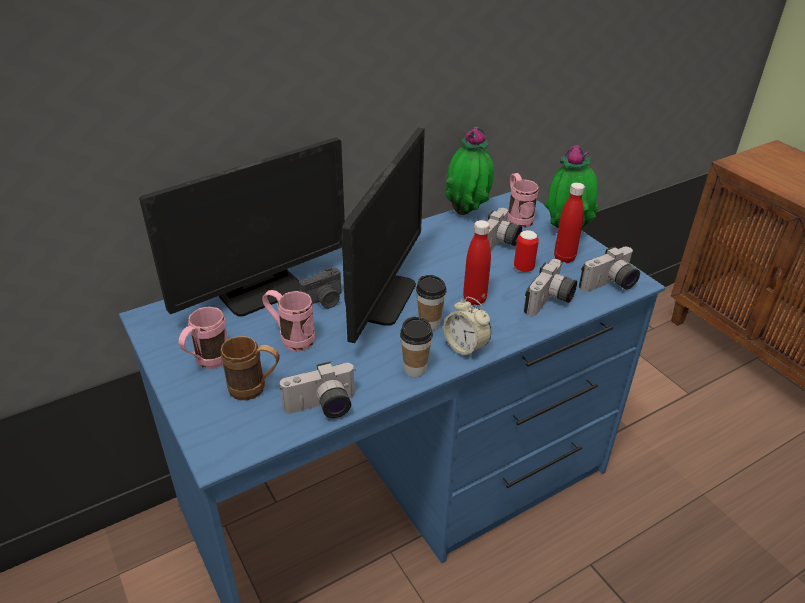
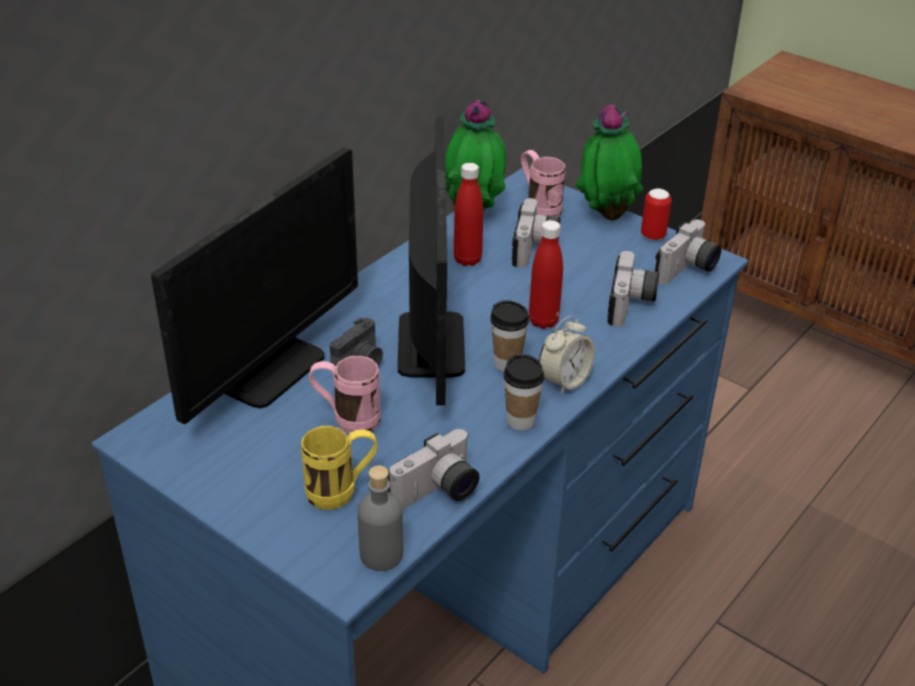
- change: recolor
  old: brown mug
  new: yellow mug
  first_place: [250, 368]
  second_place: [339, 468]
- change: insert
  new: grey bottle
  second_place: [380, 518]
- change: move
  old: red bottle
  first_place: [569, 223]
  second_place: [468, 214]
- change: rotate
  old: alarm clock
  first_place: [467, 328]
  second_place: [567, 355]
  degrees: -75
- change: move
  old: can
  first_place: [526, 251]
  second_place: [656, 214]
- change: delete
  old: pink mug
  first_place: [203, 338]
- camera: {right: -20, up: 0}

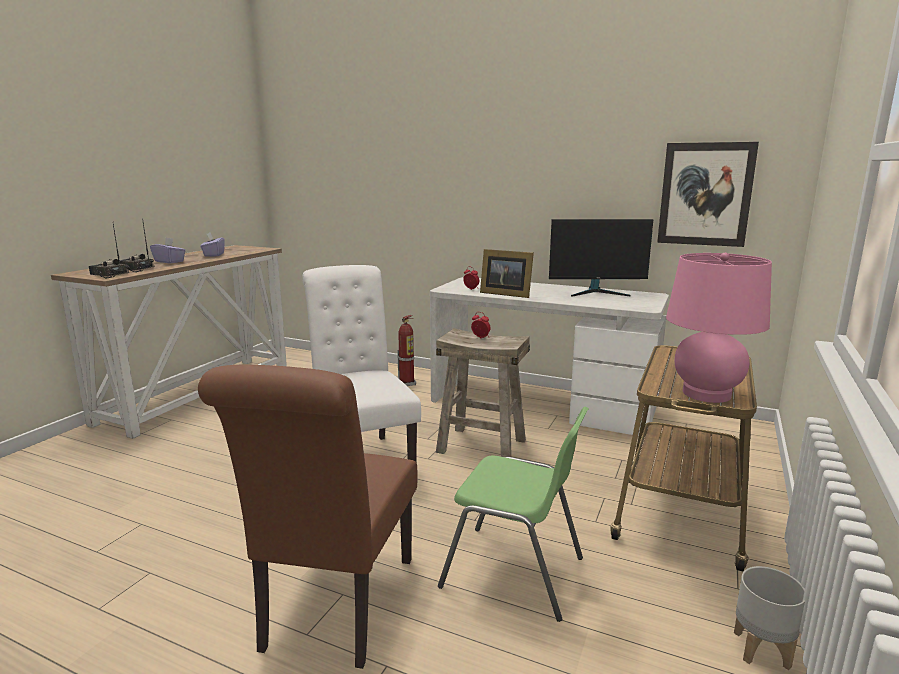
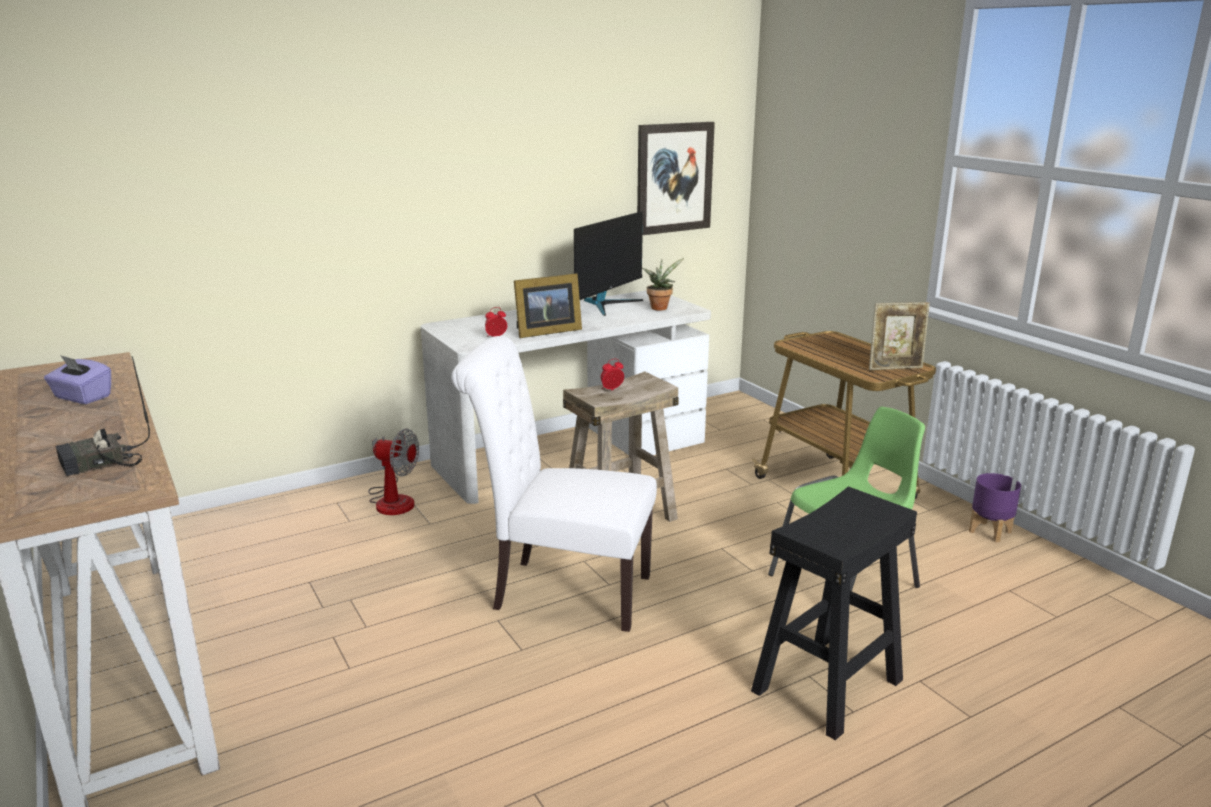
- change: replace
  old: fire extinguisher
  new: fan
  first_place: [406, 350]
  second_place: [393, 472]
- change: insert
  new: potted plant
  second_place: [663, 284]
- change: replace
  old: brown chair
  new: black stool
  first_place: [307, 517]
  second_place: [834, 613]
- change: replace
  old: pink table lamp
  new: picture frame
  first_place: [719, 328]
  second_place: [899, 336]
- change: recolor
  old: grey planter
  new: purple planter
  first_place: [769, 618]
  second_place: [995, 507]
- change: delete
  old: radio
  first_place: [109, 251]
- change: delete
  old: purple tissue box
  first_place: [168, 250]
- camera: {right: -55, up: 5}

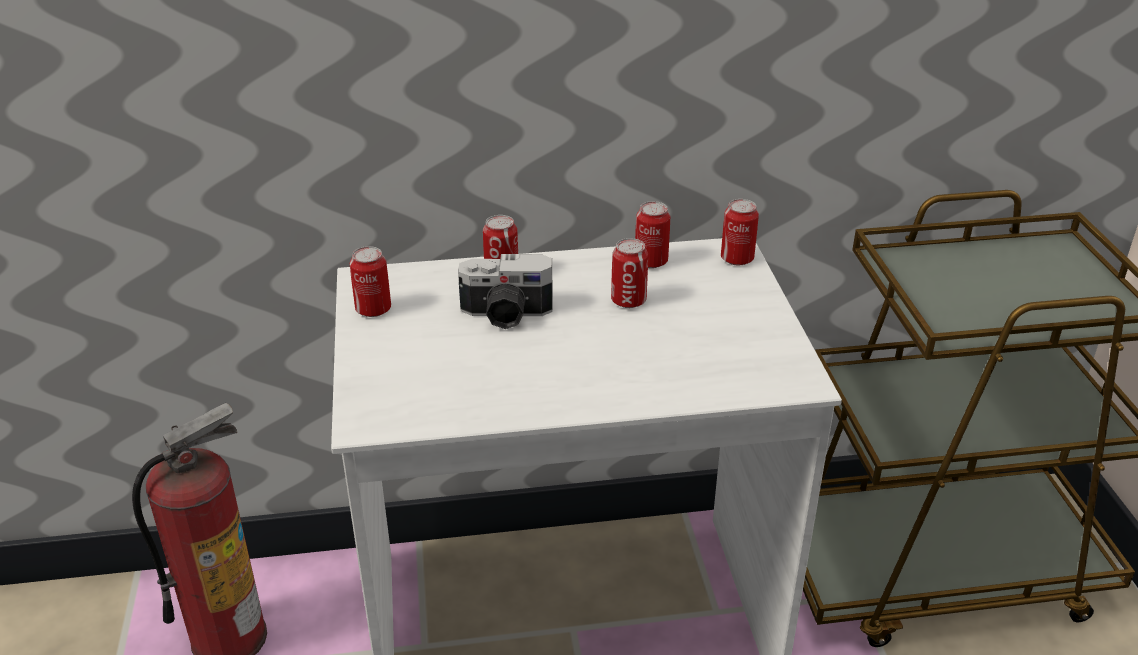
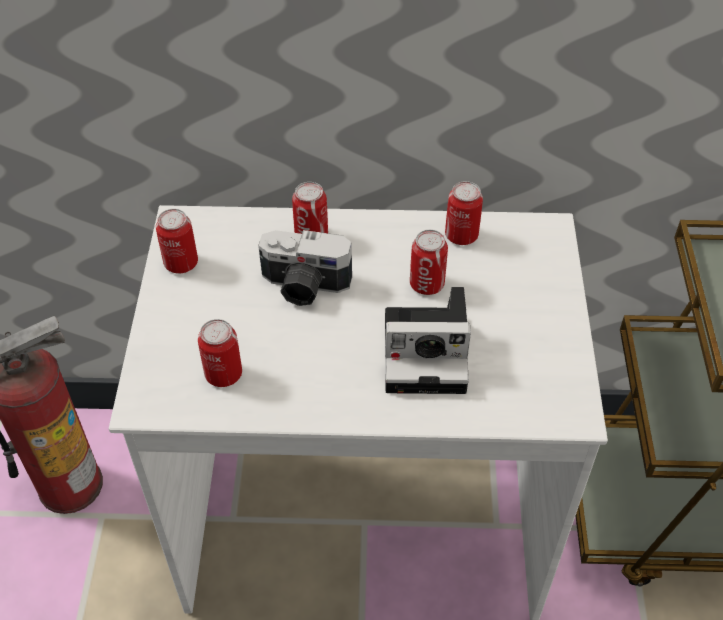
- change: move
  old: can
  first_place: [740, 232]
  second_place: [220, 353]
- change: insert
  new: photo camera
  second_place: [428, 340]
- camera: {right: 10, up: 15}

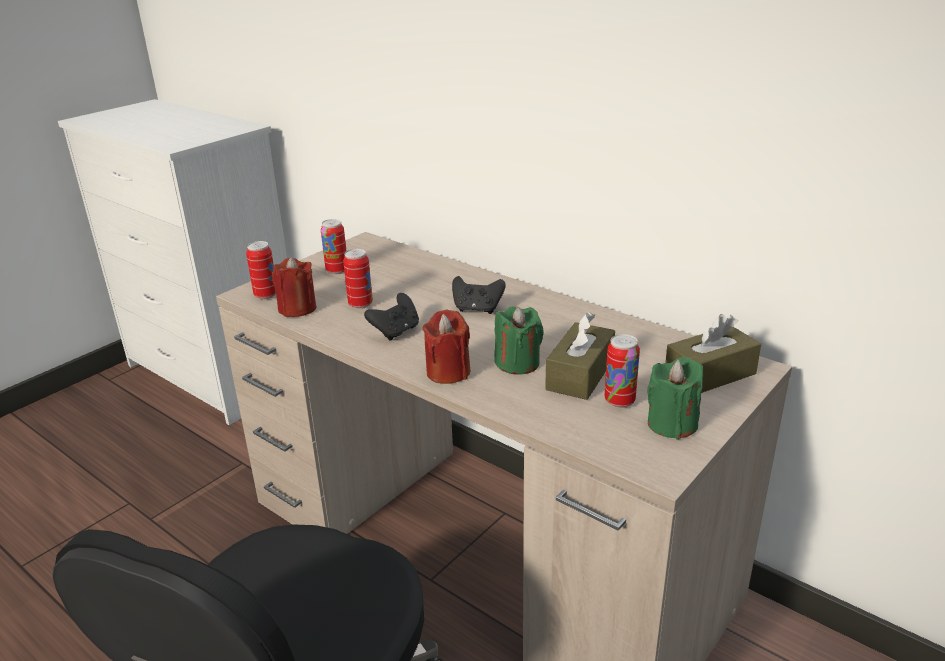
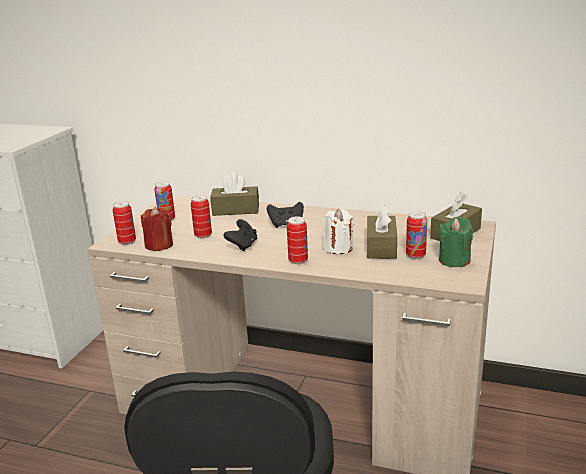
- change: insert
  new: brown tissue box
  second_place: [234, 194]
- change: replace
  old: red candle
  new: can
  first_place: [446, 347]
  second_place: [297, 240]
- change: recolor
  old: green candle
  new: white candle
  first_place: [519, 340]
  second_place: [338, 231]
- camera: {right: -20, up: -5}

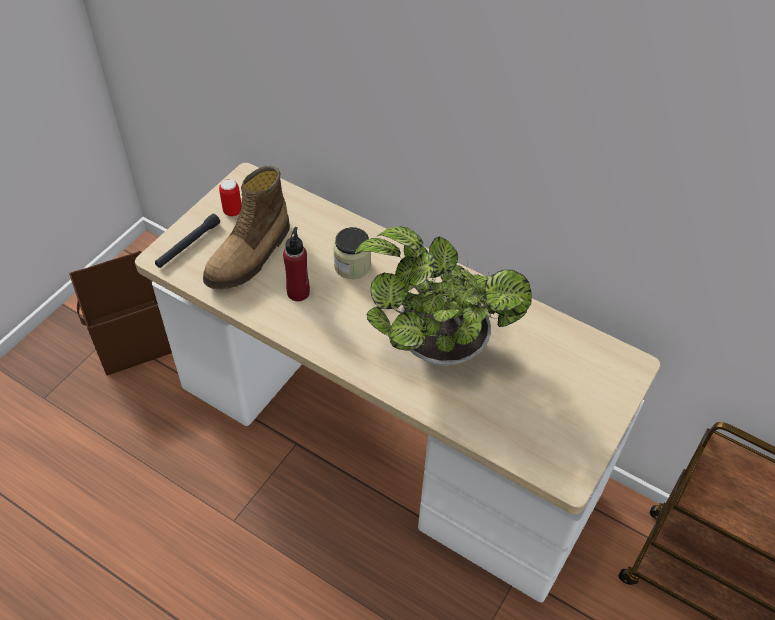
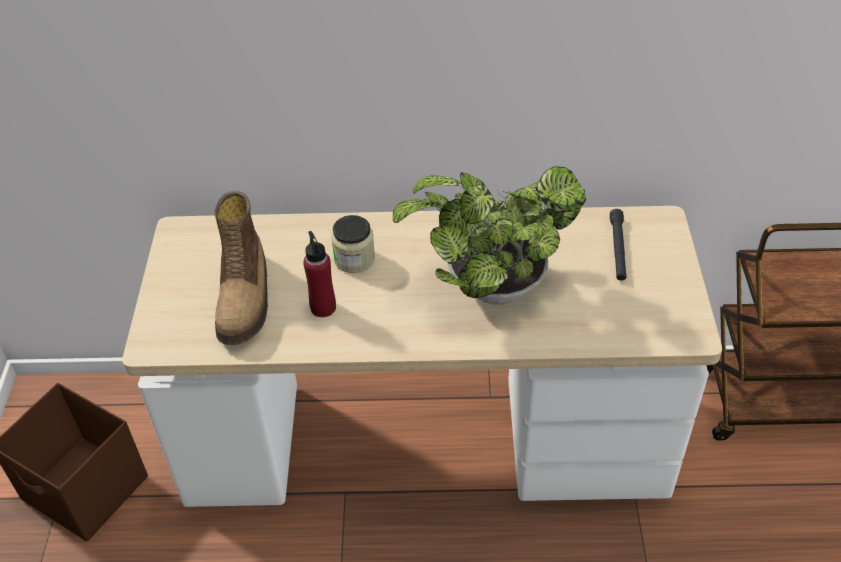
- change: move
  old: black flashlight
  first_place: [187, 241]
  second_place: [618, 244]
- change: delete
  old: can
  first_place: [230, 198]
- camera: {right: -30, up: -5}

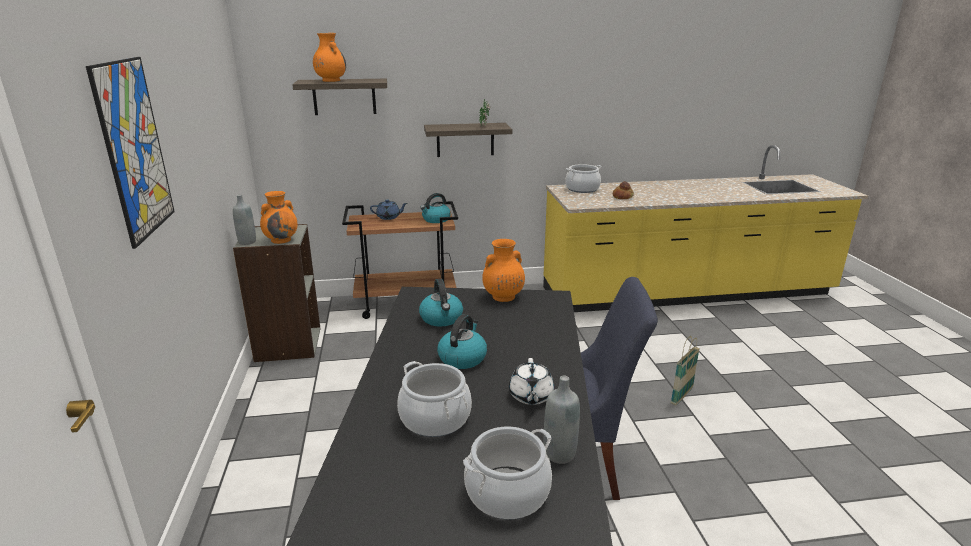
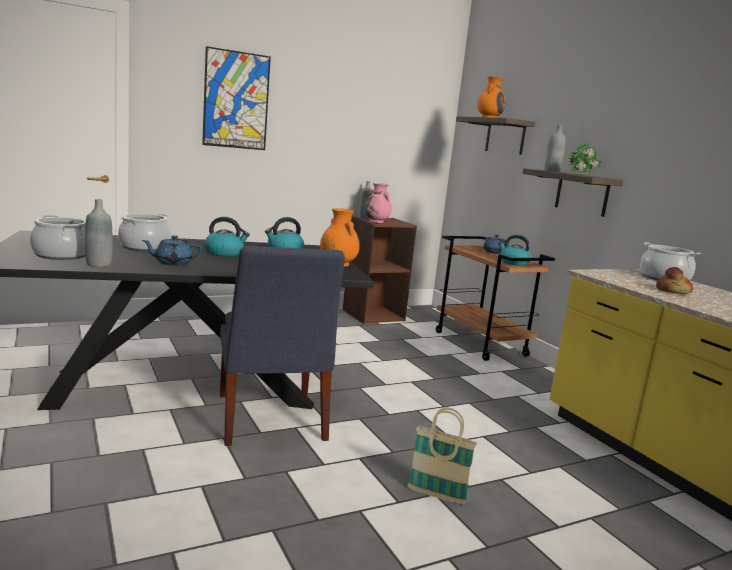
- change: recolor
  old: white teapot
  new: blue teapot
  first_place: [532, 381]
  second_place: [172, 250]
- change: recolor
  old: grey bookcase
  new: brown bookcase
  first_place: [277, 293]
  second_place: [380, 270]
- change: recolor
  old: orange vase
  new: pink vase
  first_place: [279, 217]
  second_place: [378, 203]
- change: insert
  new: grey bottle
  second_place: [555, 148]
- camera: {right: 70, up: -10}

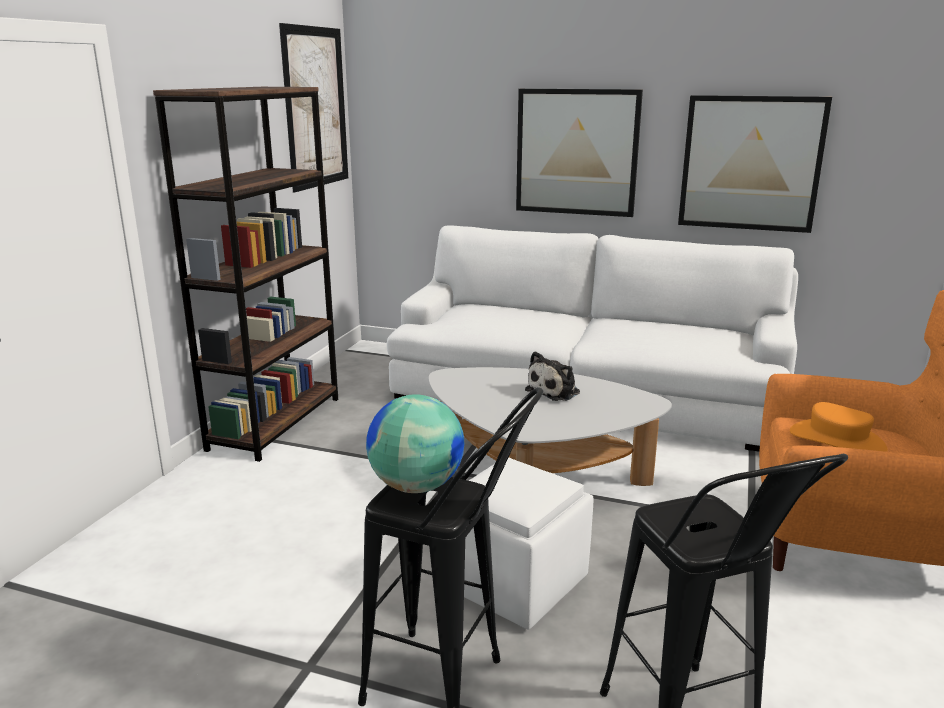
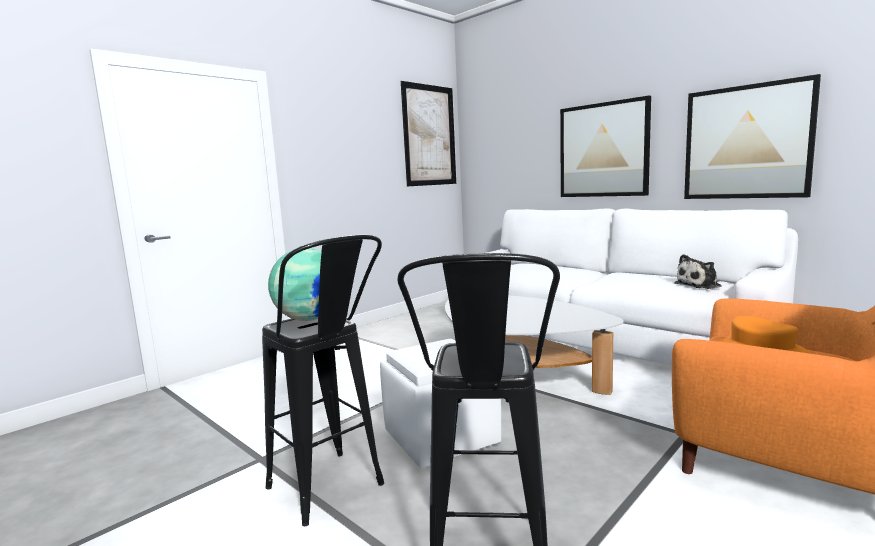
- change: move
  old: plush toy
  first_place: [552, 376]
  second_place: [698, 271]
- change: delete
  old: brown bookcase
  first_place: [245, 274]
- camera: {right: 25, up: -10}

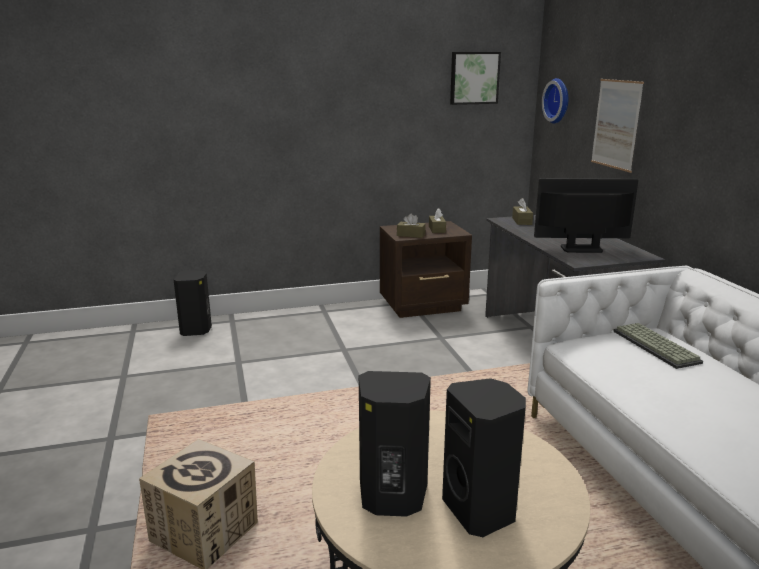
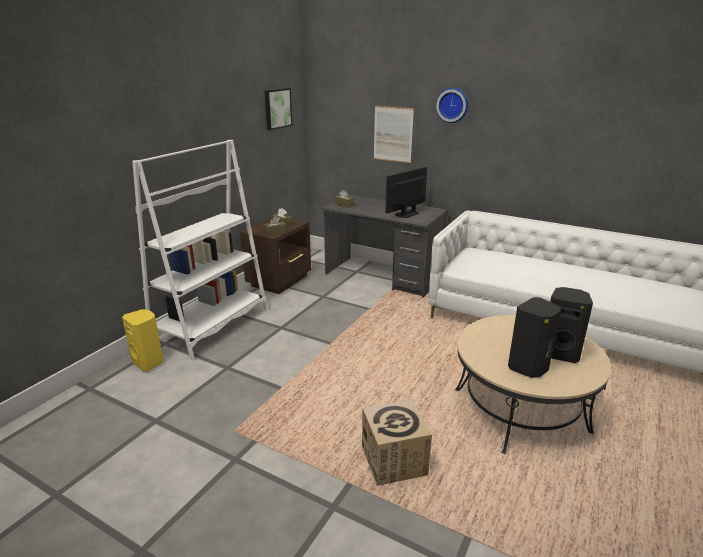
- change: recolor
  old: black speaker
  new: yellow speaker
  first_place: [193, 303]
  second_place: [142, 340]
- change: insert
  new: white bookcase
  second_place: [200, 250]
- change: move
  old: wall clock
  first_place: [555, 101]
  second_place: [452, 105]
- change: delete
  old: keyboard
  first_place: [658, 346]
- camera: {right: -45, up: 5}

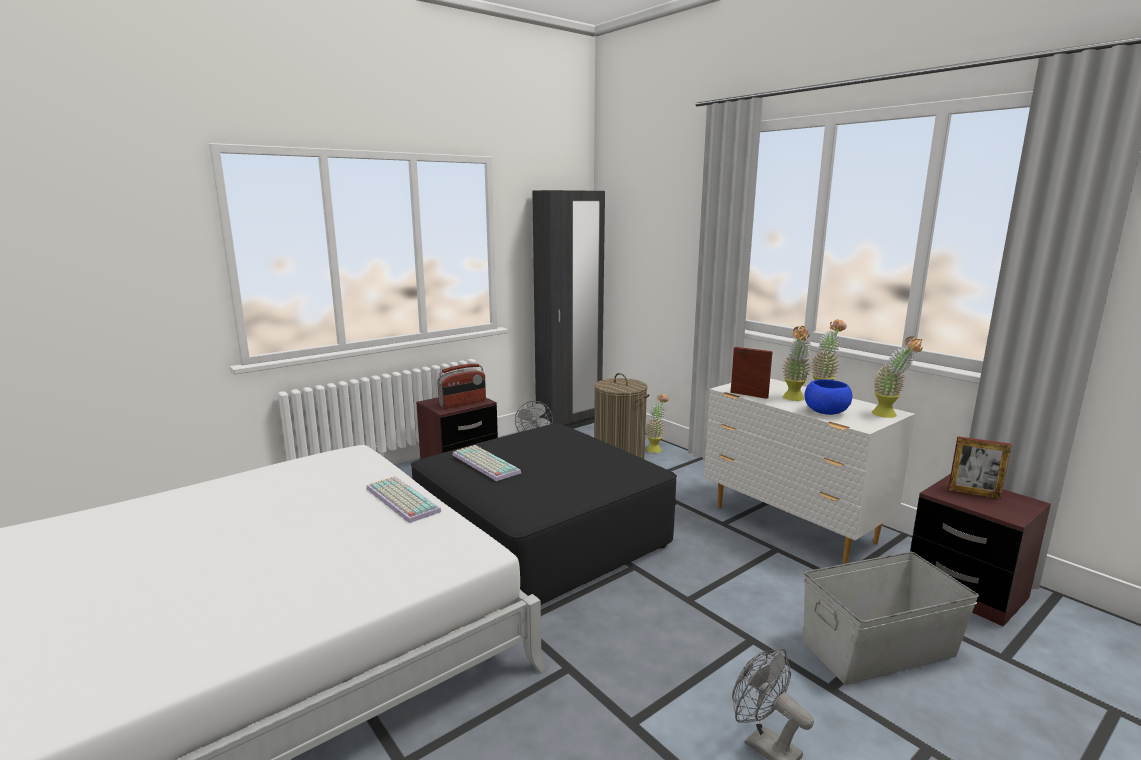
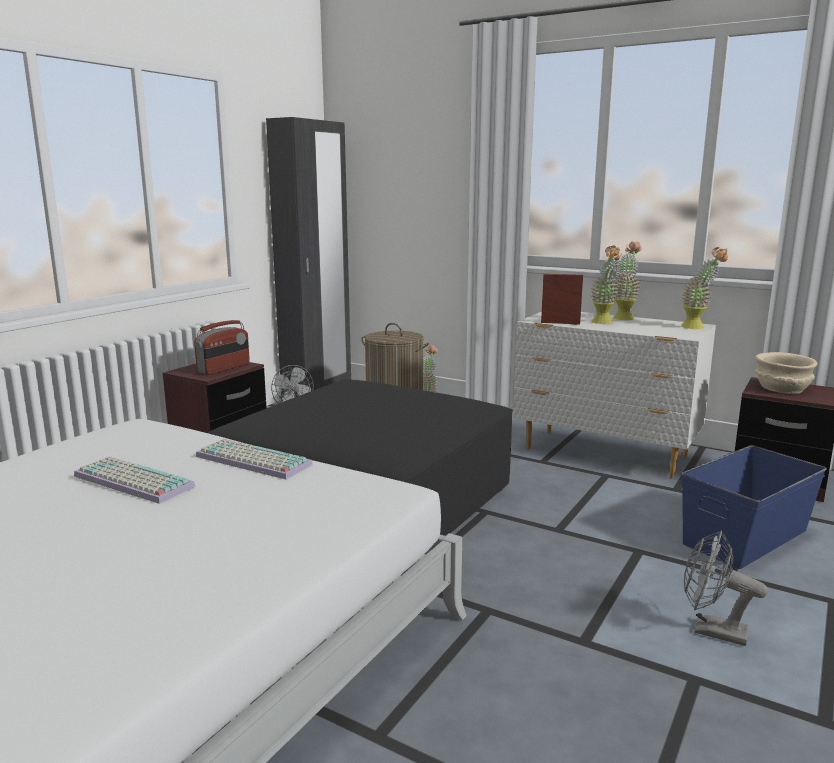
- change: move
  old: keyboard
  first_place: [487, 463]
  second_place: [135, 480]
- change: recolor
  old: grey storage box
  new: blue storage box
  first_place: [891, 618]
  second_place: [754, 507]
- change: replace
  old: picture frame
  new: beige bowl
  first_place: [979, 467]
  second_place: [786, 373]
- change: delete
  old: blue bowl
  first_place: [828, 397]
- camera: {right: -20, up: 0}

